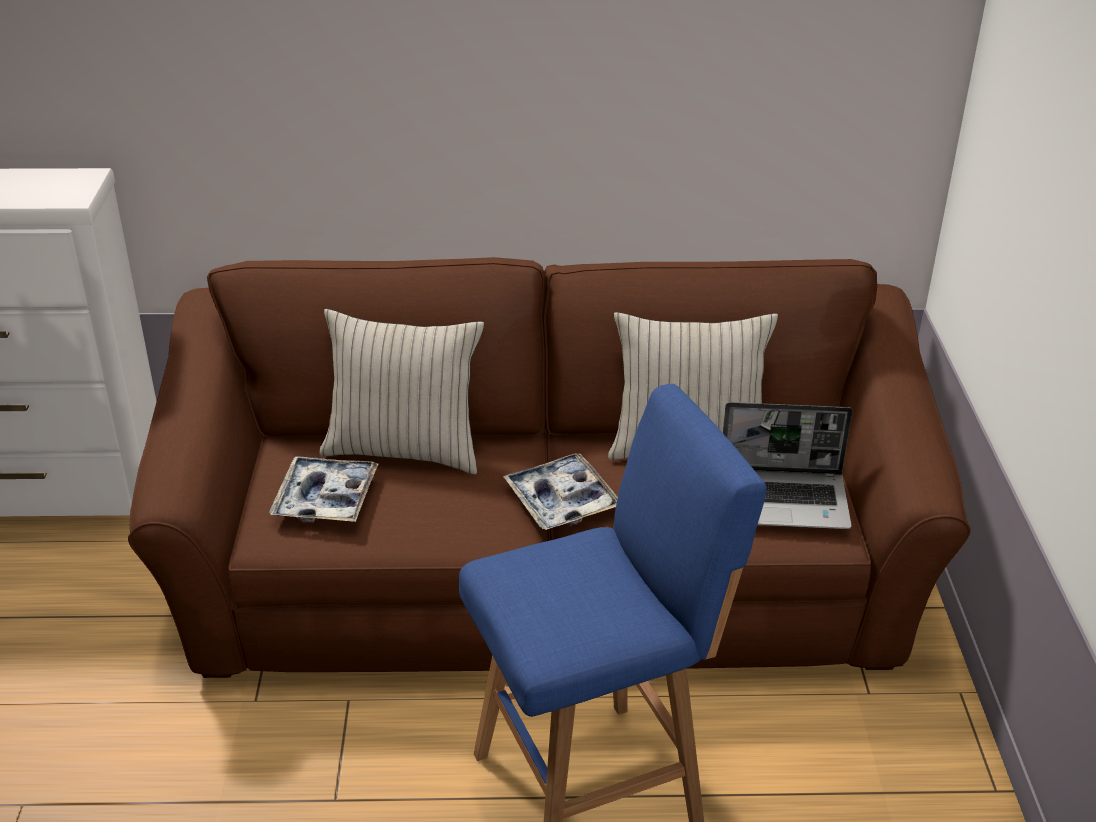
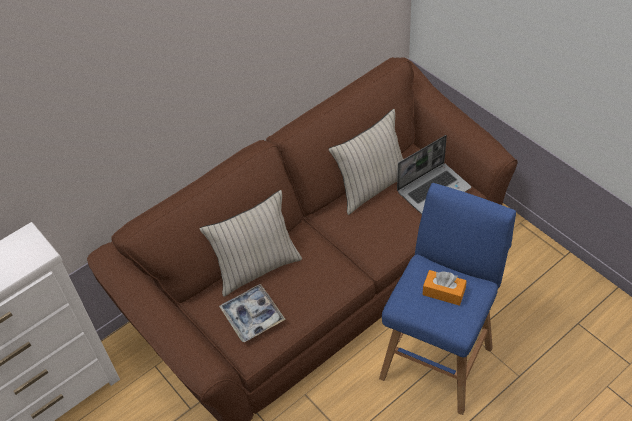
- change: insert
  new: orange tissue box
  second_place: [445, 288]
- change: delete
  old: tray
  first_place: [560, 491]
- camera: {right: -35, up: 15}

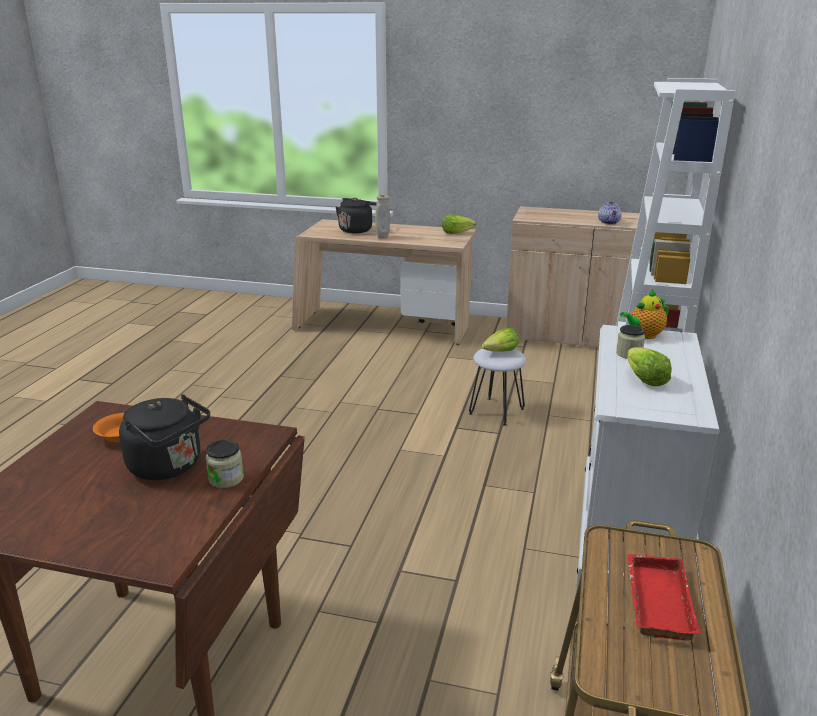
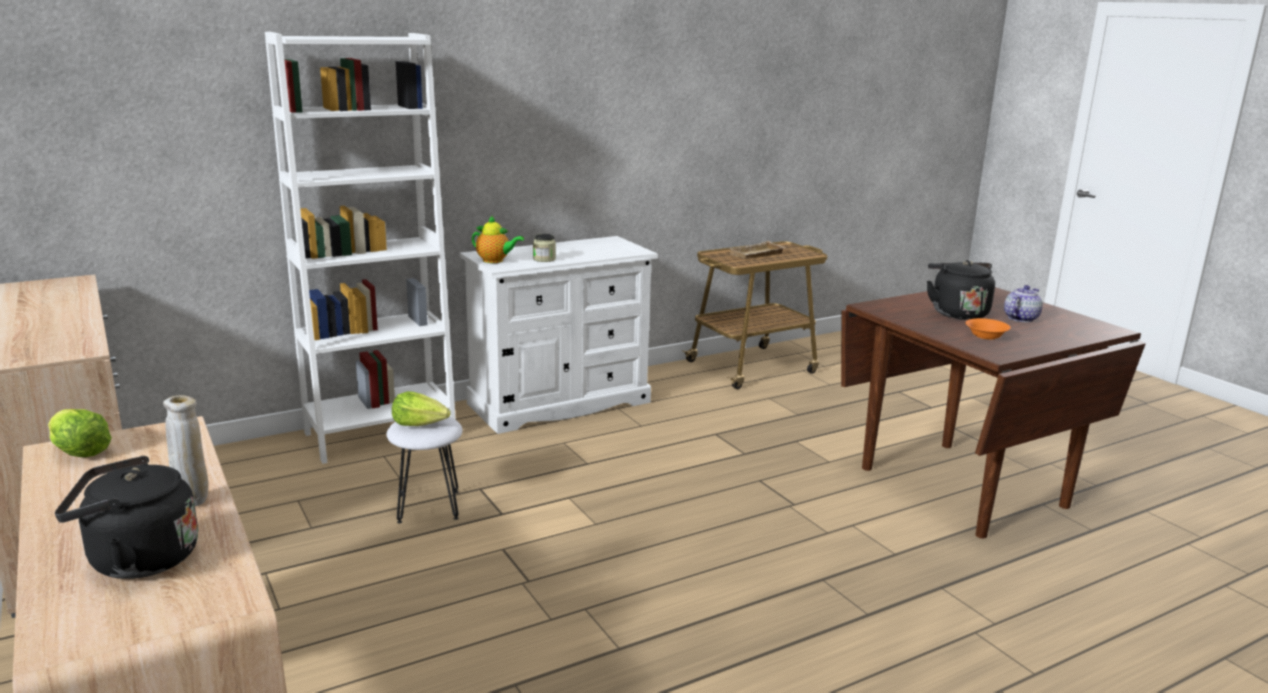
- change: recolor
  old: red tray
  new: beige tray
  first_place: [664, 597]
  second_place: [758, 250]
- change: move
  old: teapot
  first_place: [610, 213]
  second_place: [1023, 303]
- change: delete
  old: jar
  first_place: [225, 464]
- change: delete
  old: lettuce
  first_place: [650, 366]
- camera: {right: -135, up: -5}

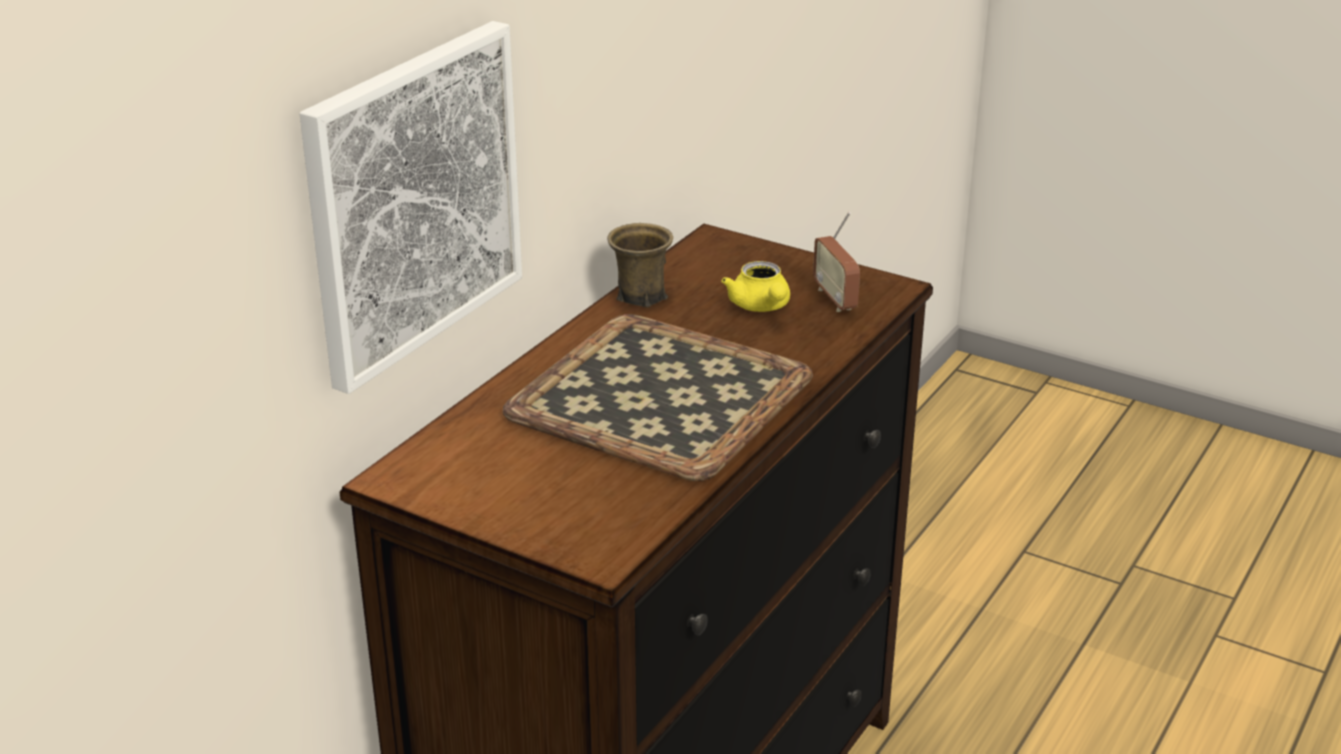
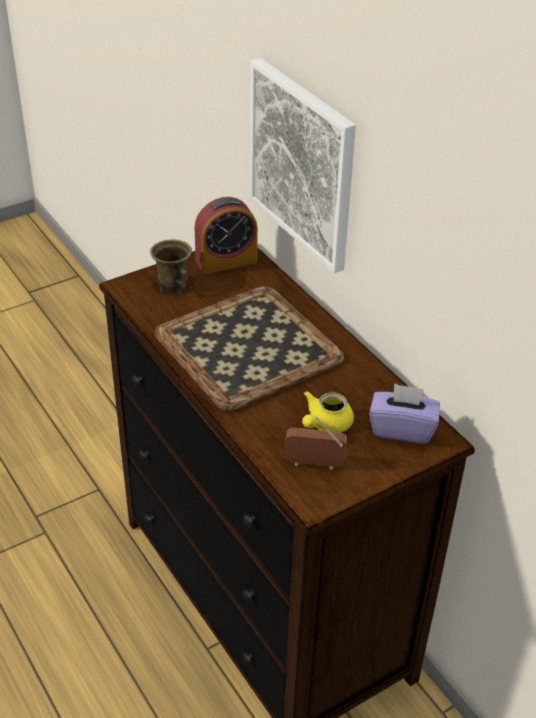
- change: move
  old: brown mug
  first_place: [640, 265]
  second_place: [171, 266]
- change: insert
  new: alarm clock
  second_place: [226, 235]
- change: rotate
  old: yellow teapot
  first_place: [755, 286]
  second_place: [328, 412]
  degrees: -60
- change: insert
  new: purple tissue box
  second_place: [404, 413]
- camera: {right: 115, up: 10}

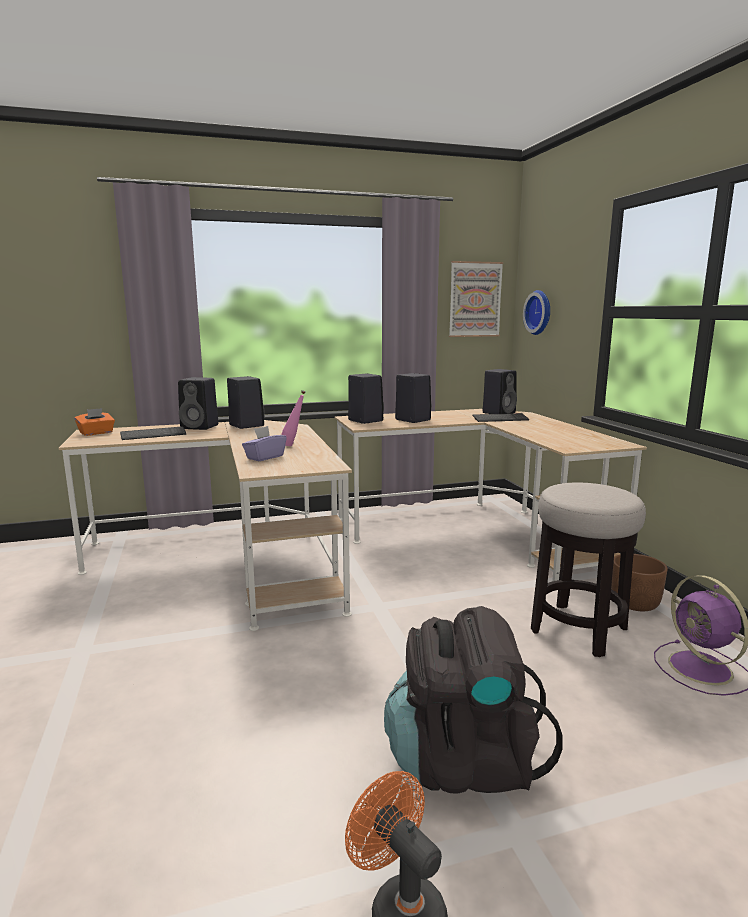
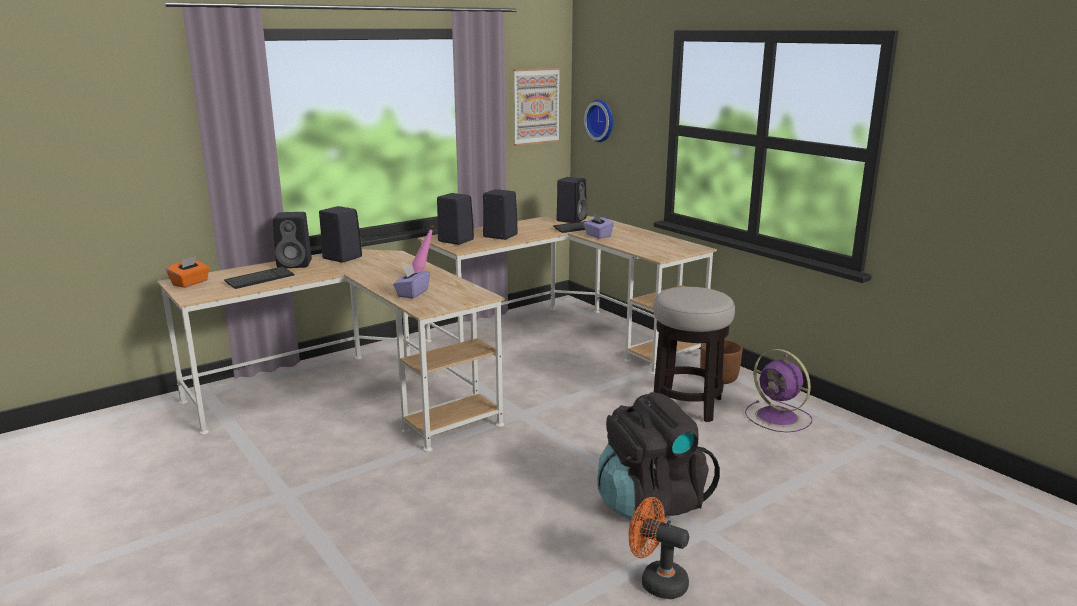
- change: insert
  new: purple tissue box
  second_place: [598, 226]
- camera: {right: -20, up: 5}

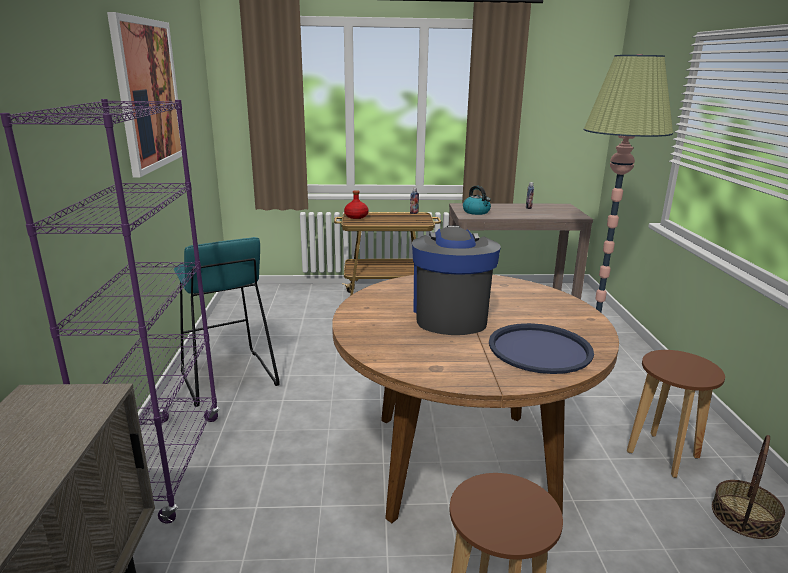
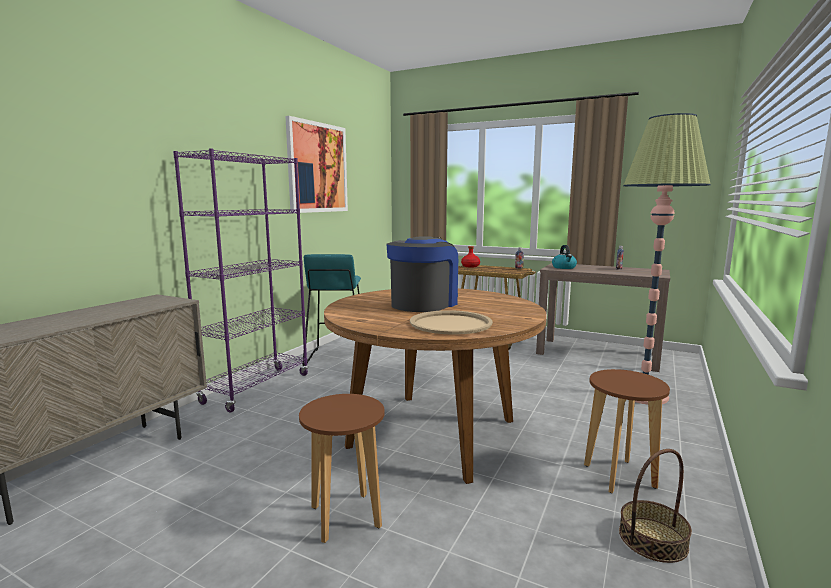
- change: recolor
  old: blue tray
  new: beige tray
  first_place: [541, 348]
  second_place: [451, 322]
- camera: {right: 30, up: -10}

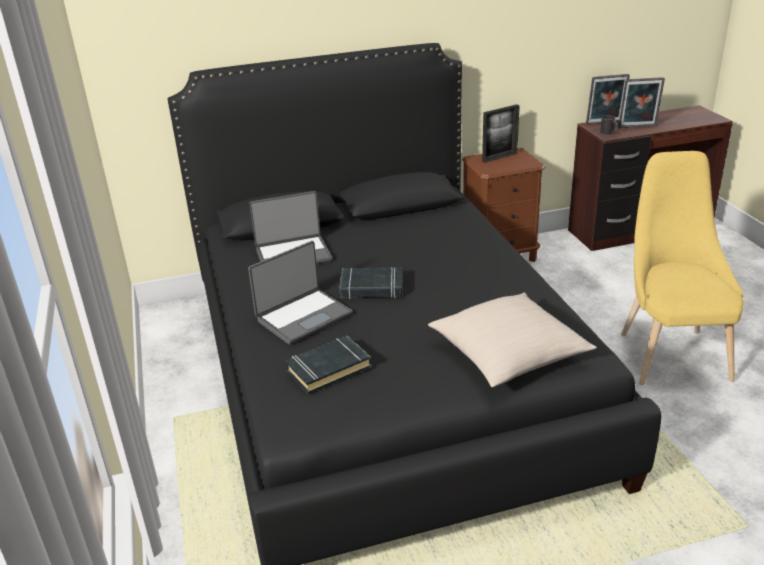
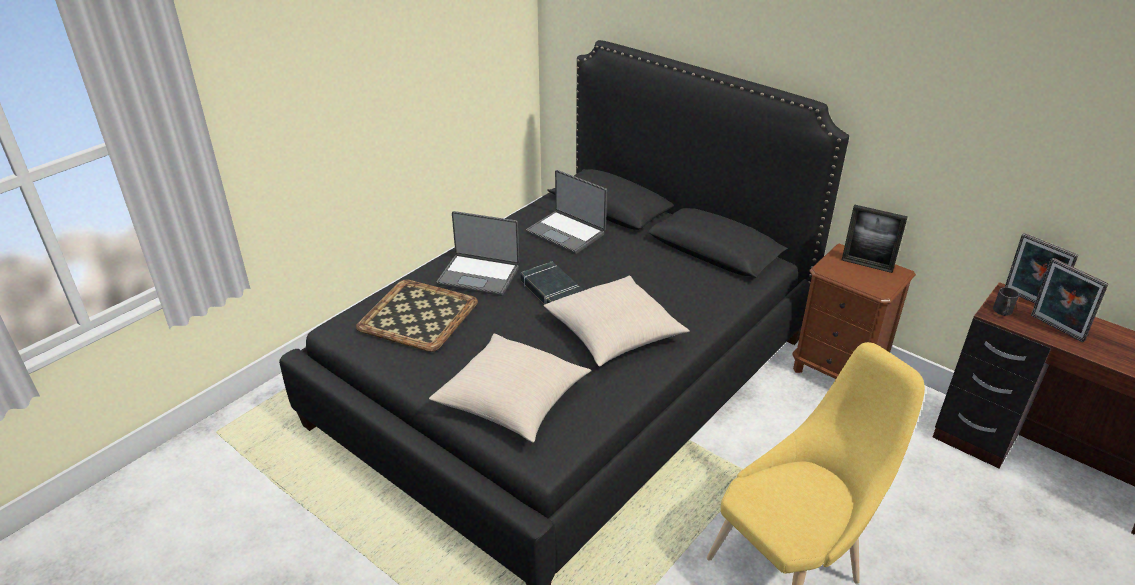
- change: replace
  old: black book
  new: tray
  first_place: [328, 365]
  second_place: [417, 315]
- change: insert
  new: beige pillow
  second_place: [617, 320]
- camera: {right: 55, up: 5}

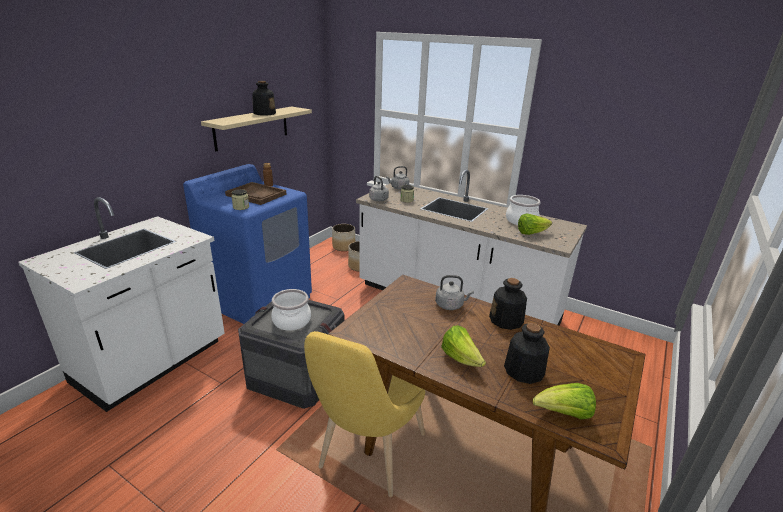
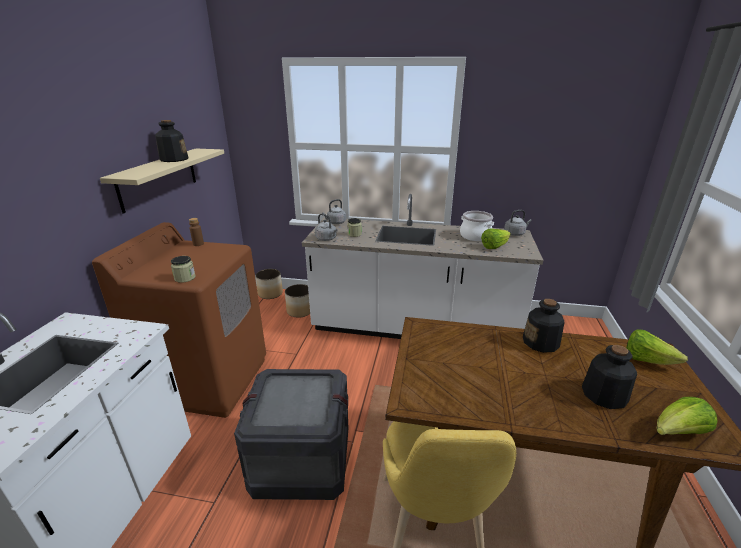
- change: recolor
  old: blue washing machine
  new: brown washing machine
  first_place: [247, 244]
  second_place: [179, 320]
- change: move
  old: grey kettle
  first_place: [454, 292]
  second_place: [518, 223]
- change: move
  old: lettuce
  first_place: [463, 346]
  second_place: [657, 347]
- change: delete
  old: brown tray
  first_place: [256, 193]
- change: delete
  old: cooking pot
  first_place: [291, 310]
- camera: {right: -20, up: 0}

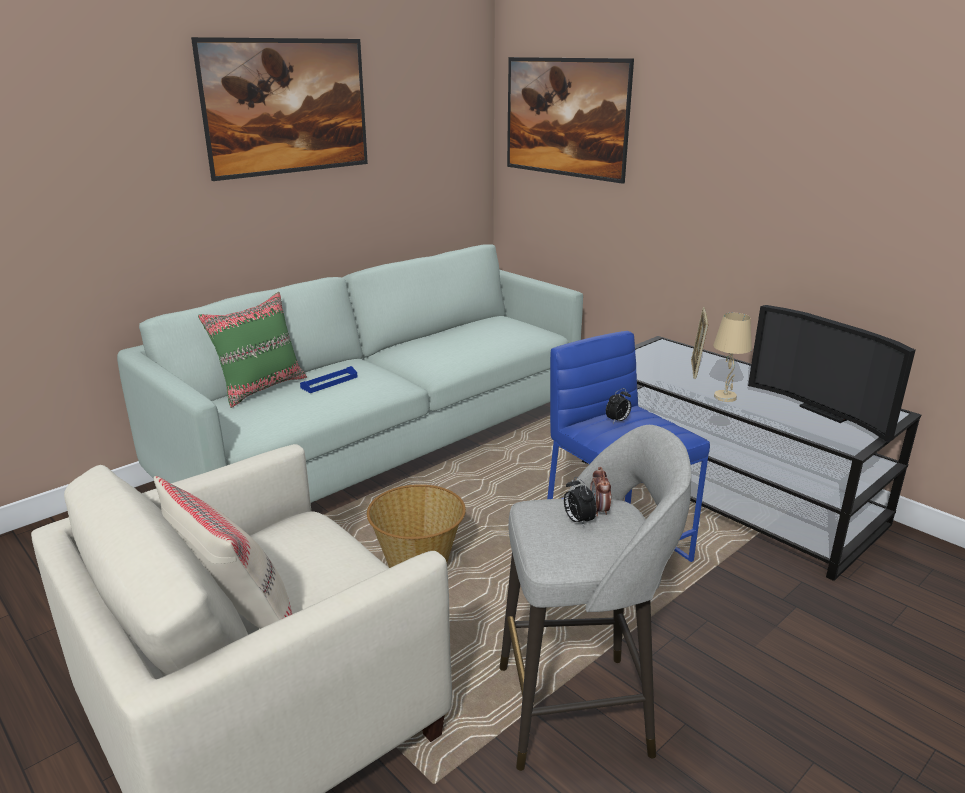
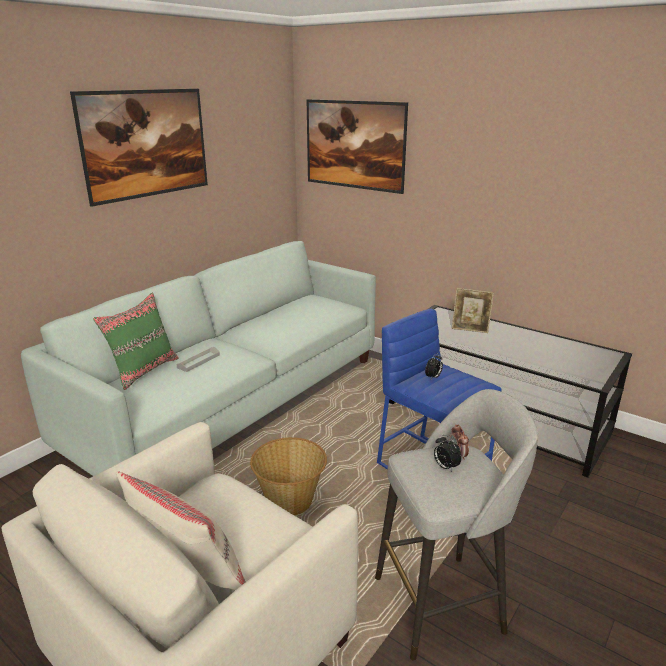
- change: recolor
  old: blue tray
  new: grey tray
  first_place: [328, 379]
  second_place: [198, 359]
- change: rotate
  old: picture frame
  first_place: [700, 343]
  second_place: [473, 310]
  degrees: -75
- change: delete
  old: beige table lamp
  first_place: [732, 357]
- change: delete
  old: television
  first_place: [831, 373]
- camera: {right: -10, up: 0}

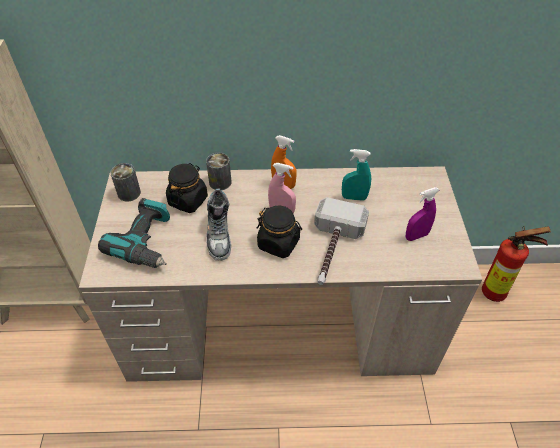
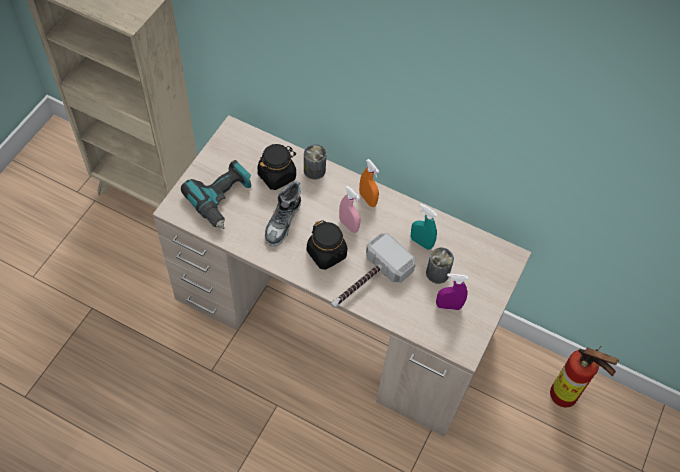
- change: move
  old: can
  first_place: [125, 182]
  second_place: [440, 266]
- camera: {right: 25, up: 10}

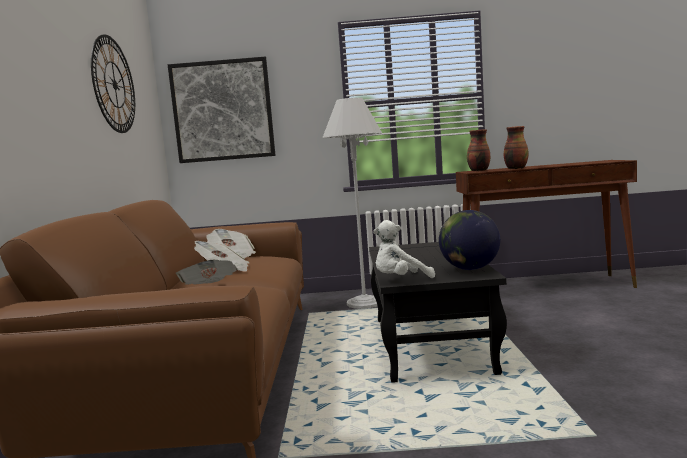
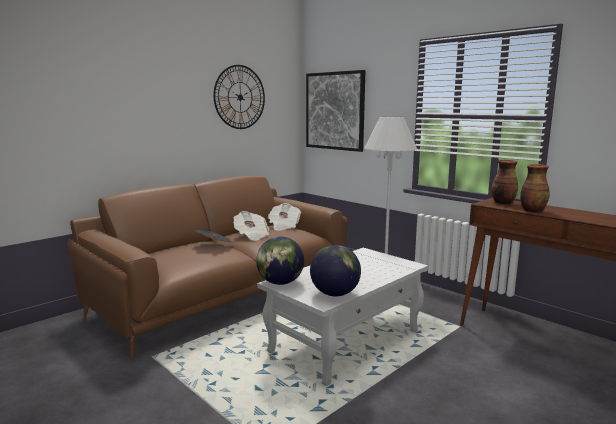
- change: replace
  old: white plush toy
  new: globe
  first_place: [404, 249]
  second_place: [280, 261]
- change: recolor
  old: black coffee table
  new: white coffee table
  first_place: [438, 312]
  second_place: [342, 317]
- camera: {right: 45, up: 5}

